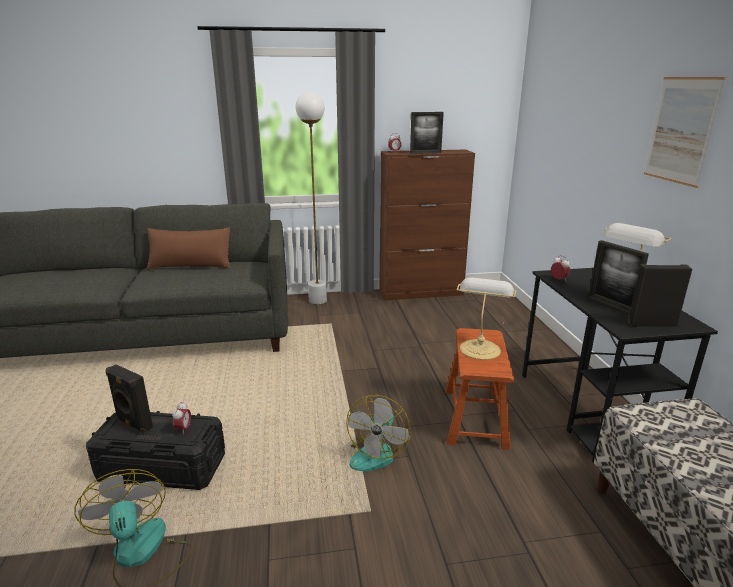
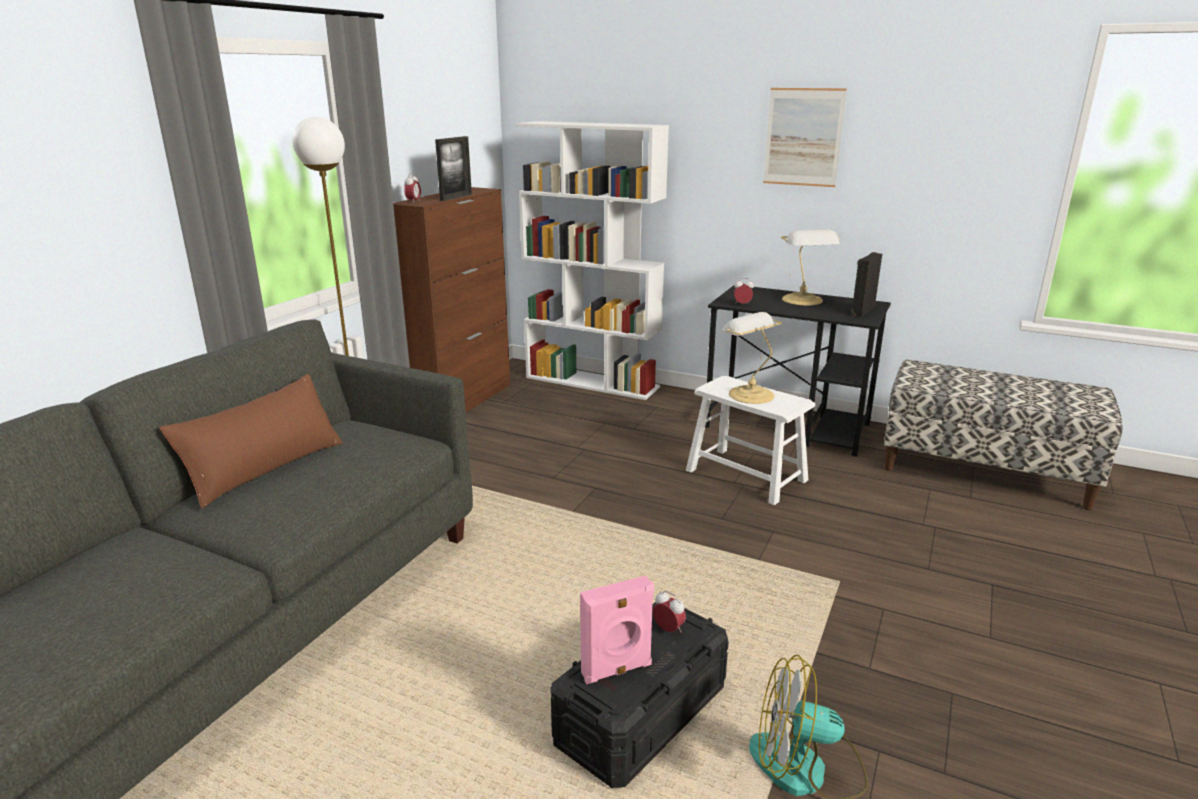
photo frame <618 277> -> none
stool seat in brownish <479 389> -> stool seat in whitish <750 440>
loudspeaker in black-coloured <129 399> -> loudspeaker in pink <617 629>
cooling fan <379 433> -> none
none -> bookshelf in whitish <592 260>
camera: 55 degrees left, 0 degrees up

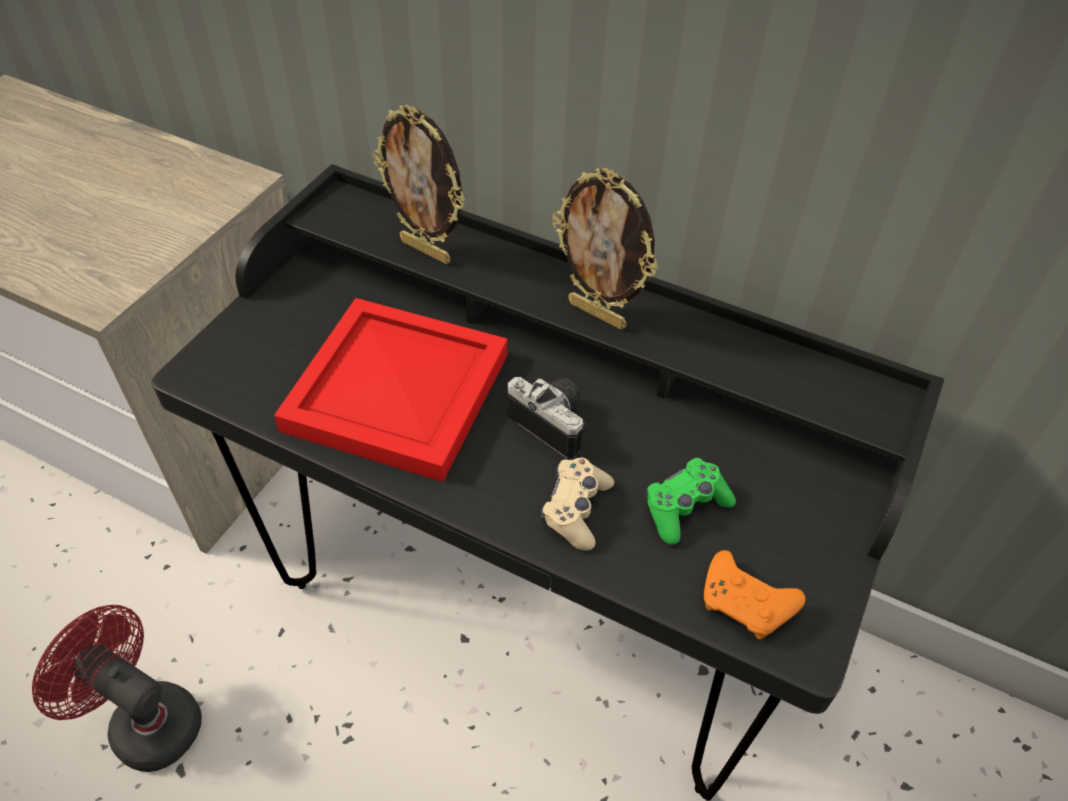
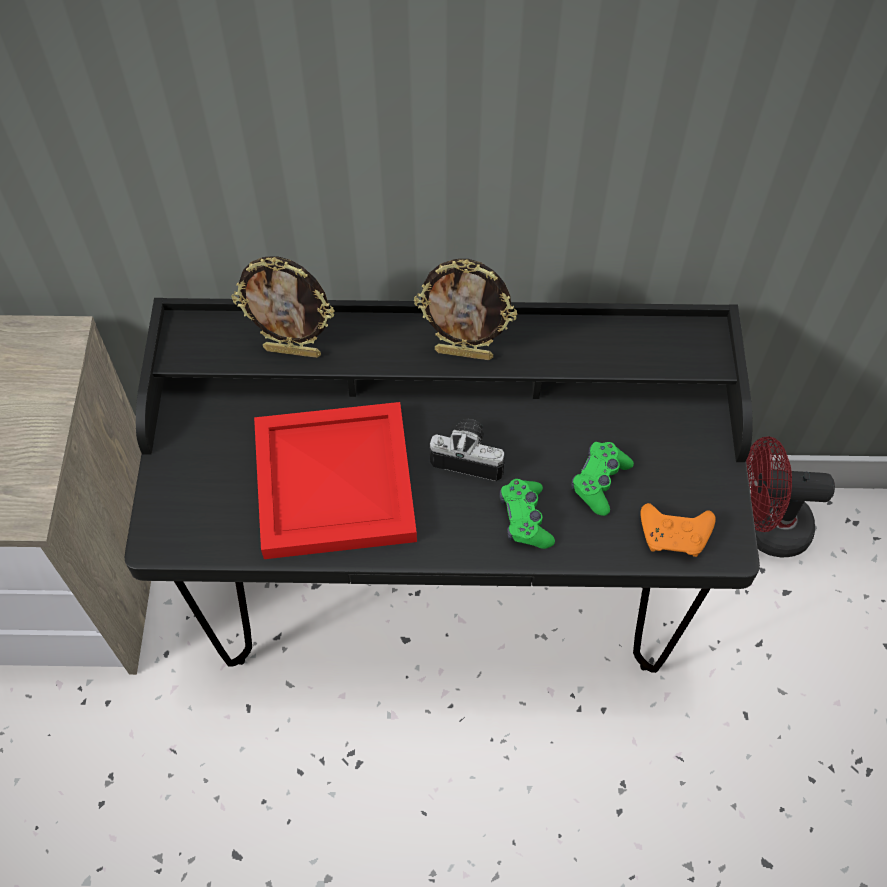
joypad in sand-coloured <577 504> -> joypad in greenish <527 514>
cooling fan in red <117 688> -> cooling fan in red <790 496>, relocated
camera: 25 degrees left, 10 degrees up

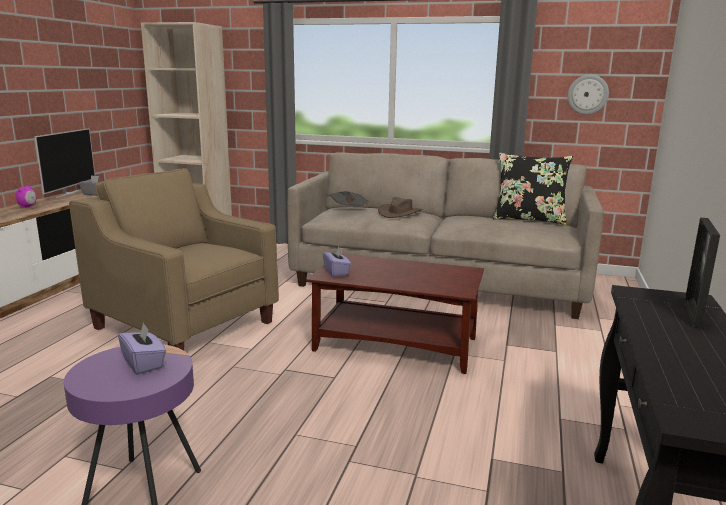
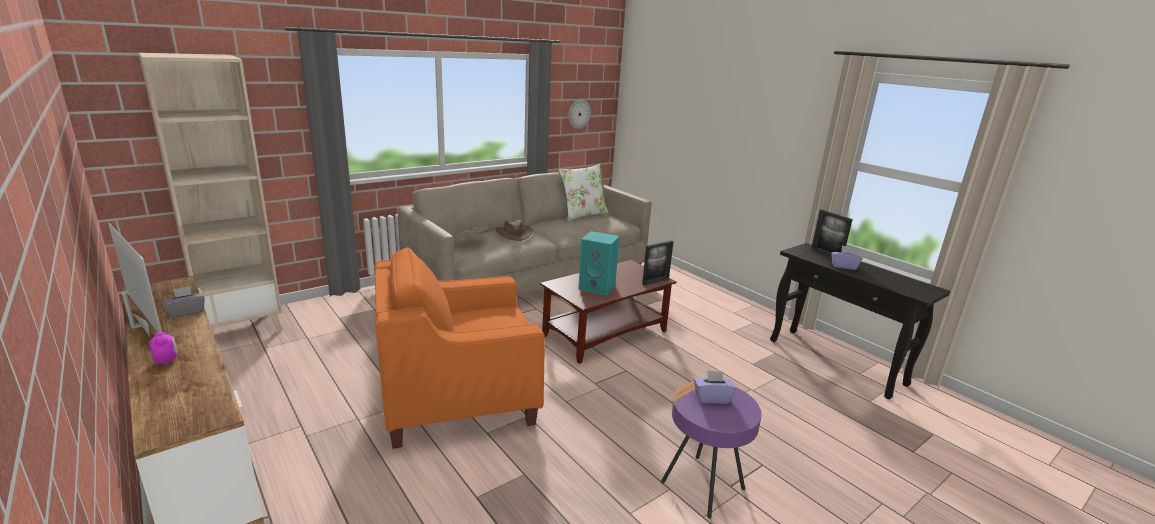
pillow in black-coloured <533 189> -> pillow in whitish <583 192>
easy chair in sand-coloured <174 259> -> easy chair in orange <459 348>
tissue box in purple <337 261> -> tissue box in purple <847 257>, relocated
none -> loudspeaker in turquoise <599 263>
none -> photo frame <657 263>
camera: 55 degrees left, 5 degrees up

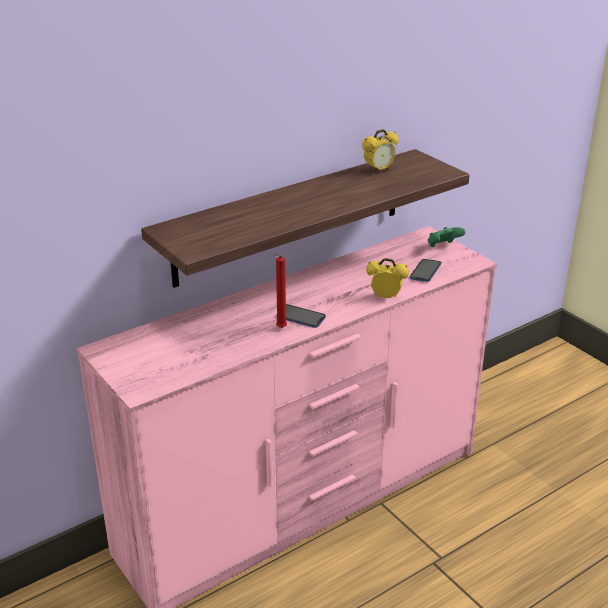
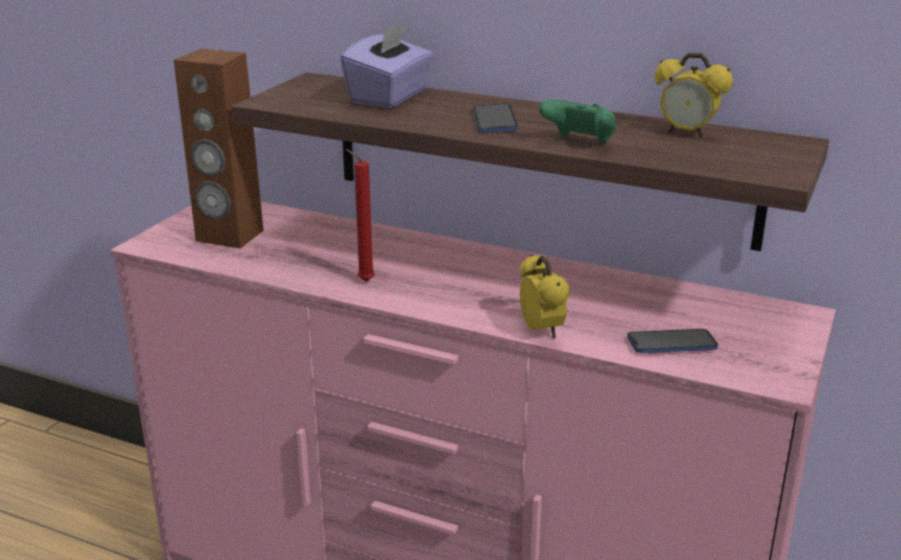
joypad in greenish <447 237> -> joypad in greenish <577 121>, relocated
phone <301 316> -> phone <495 118>, relocated
none -> tissue box in purple <387 64>
none -> loudspeaker in brownish <219 148>
camera: 60 degrees right, 5 degrees down

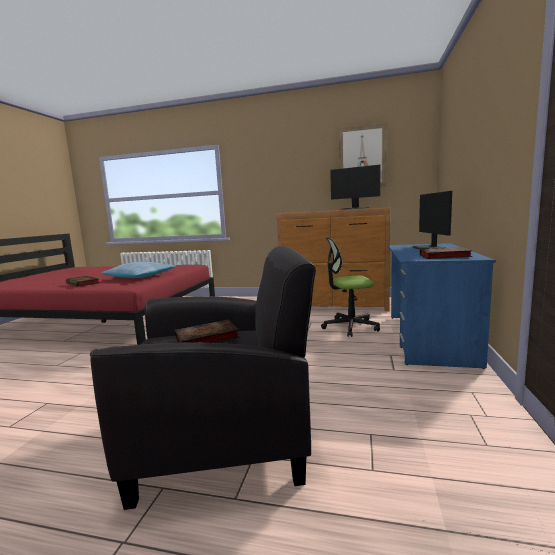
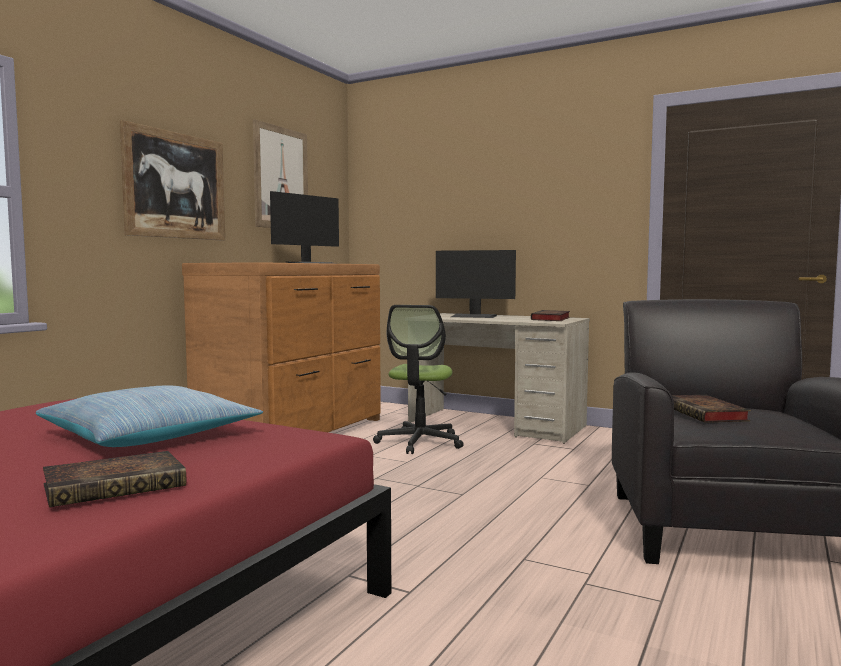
desk table in blue <442 306> -> desk table in sand-coloured <499 378>
none -> wall art <172 180>
camera: 75 degrees left, 5 degrees down

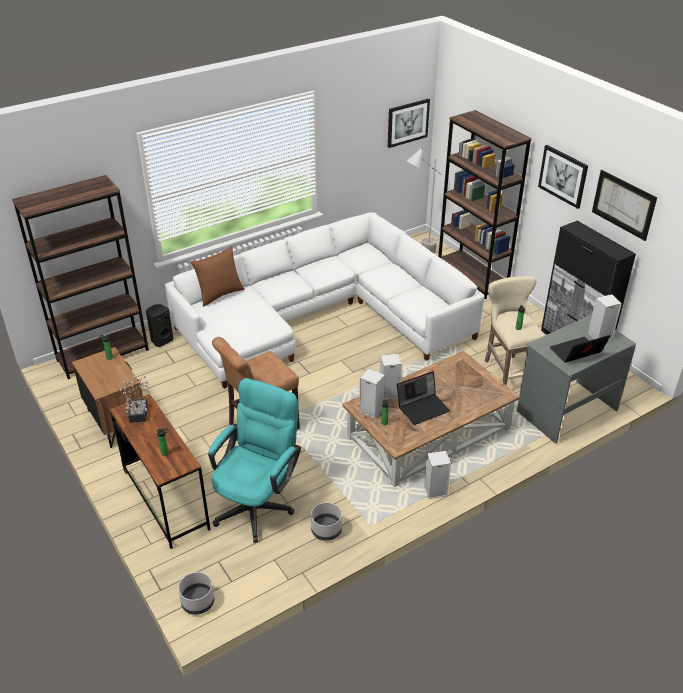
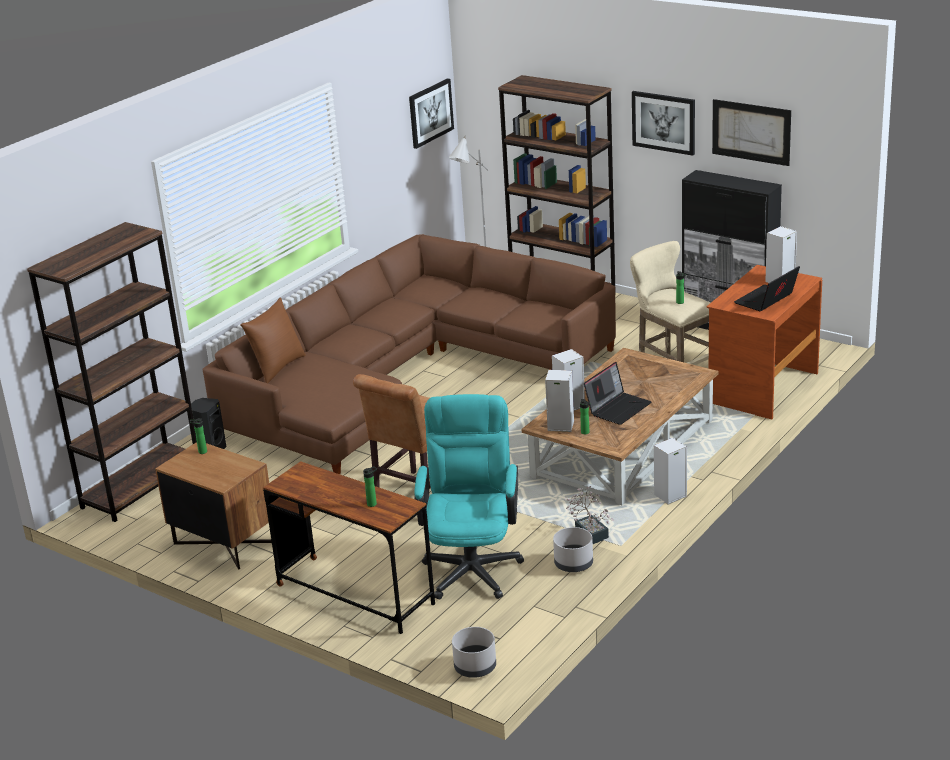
couch in whitish <325 300> -> couch in brownish <409 354>
desk table in grey <576 379> -> desk table in brownish <764 342>
houseplant <134 399> -> houseplant <589 515>, relocated
camera: 20 degrees left, 10 degrees down

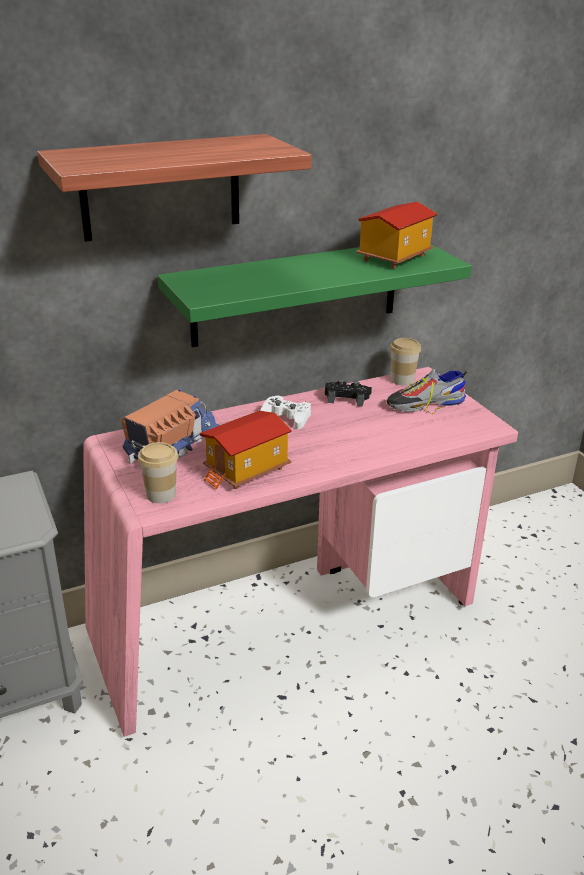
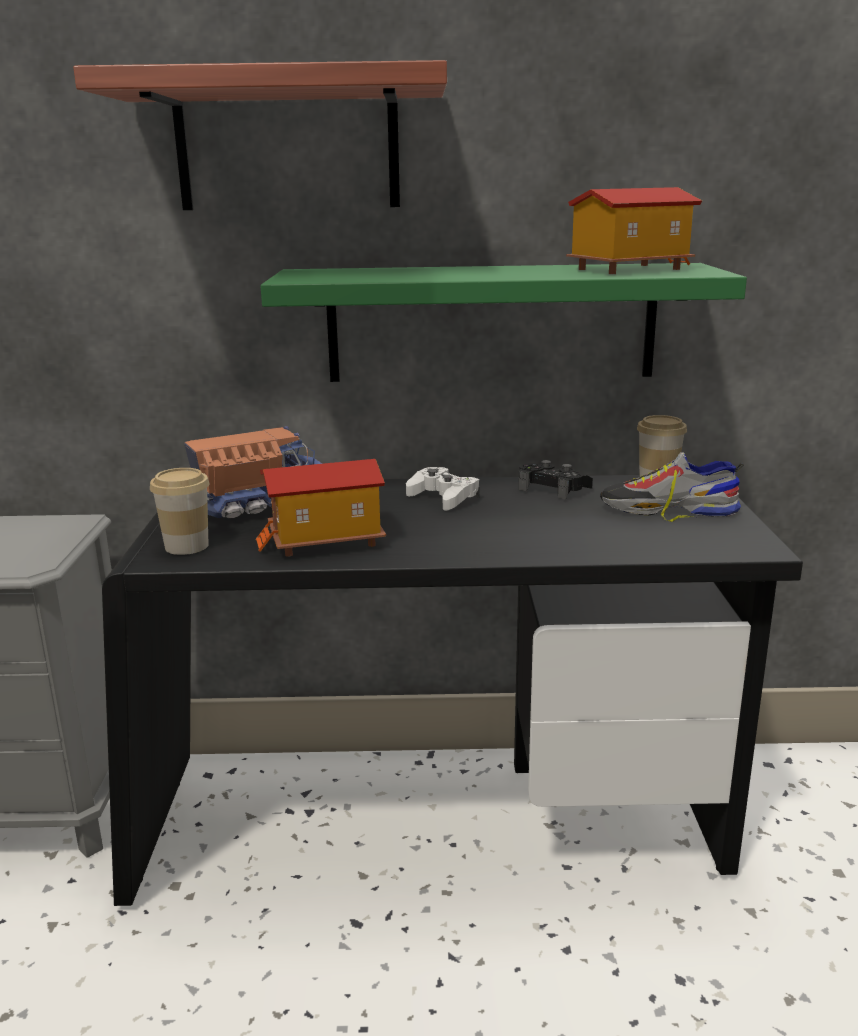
desk table in pink <300 552> -> desk table in black-coloured <452 690>
camera: 25 degrees right, 10 degrees down

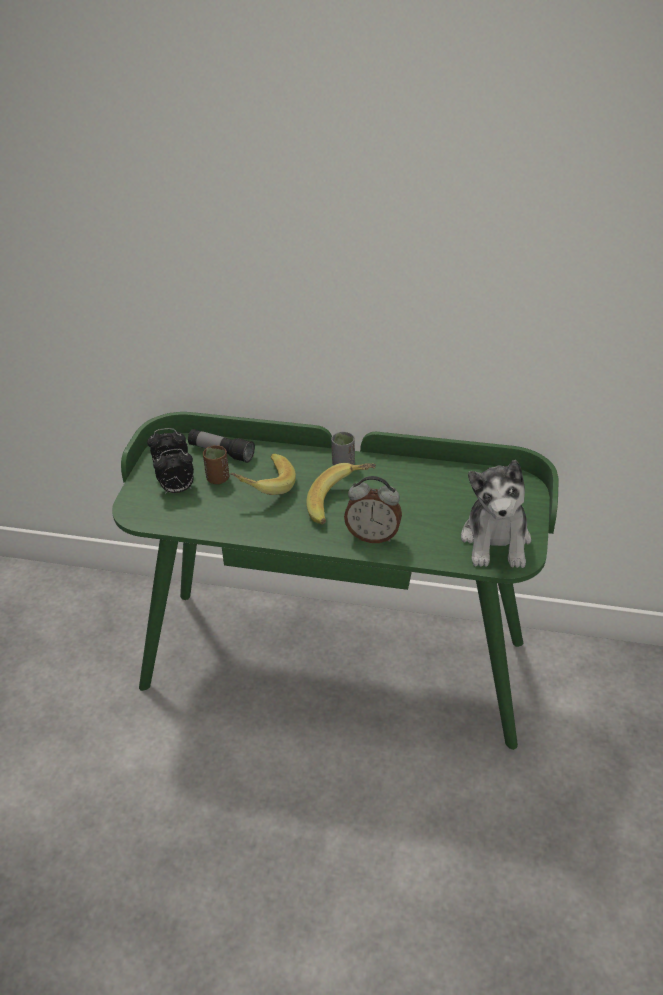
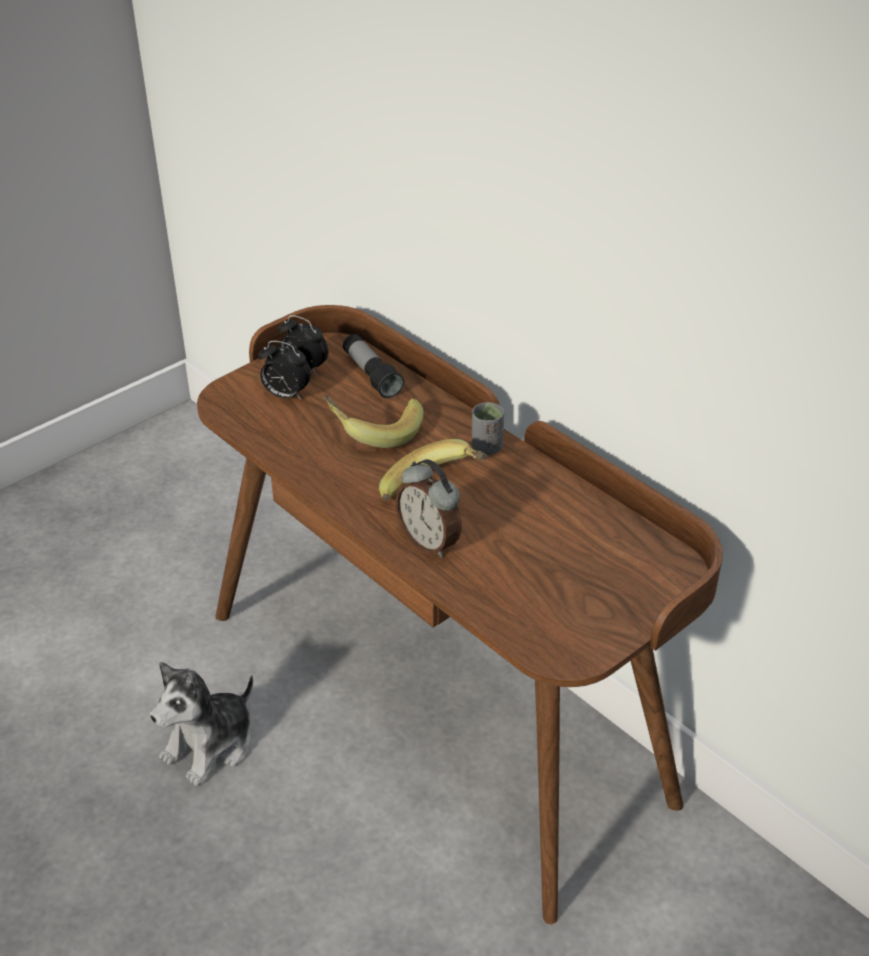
desk table in greenish <335 581> -> desk table in brownish <460 615>
cup in brownish <216 464> -> none
soft toy <496 514> -> soft toy <201 724>, relocated
camera: 35 degrees right, 0 degrees up

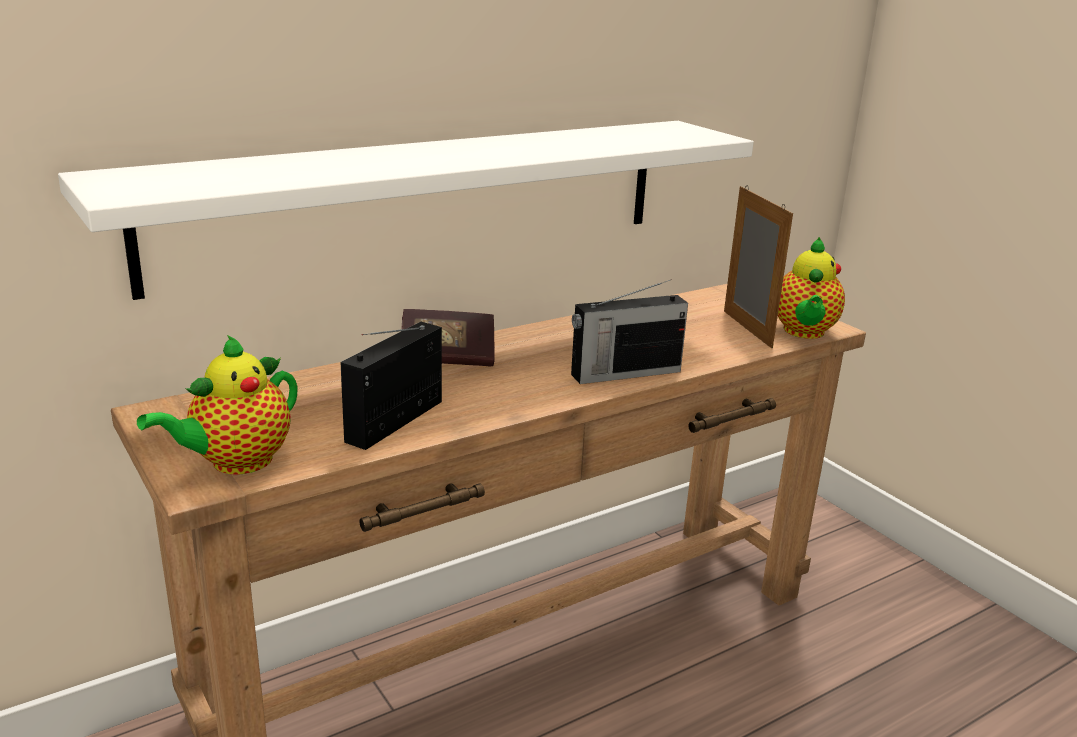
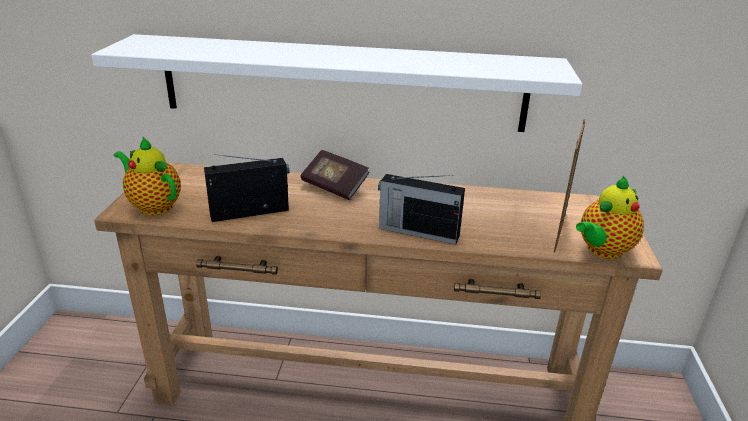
pot for tea <217 404> -> pot for tea <147 176>, 45 degrees clockwise
camera: 40 degrees right, 5 degrees up

